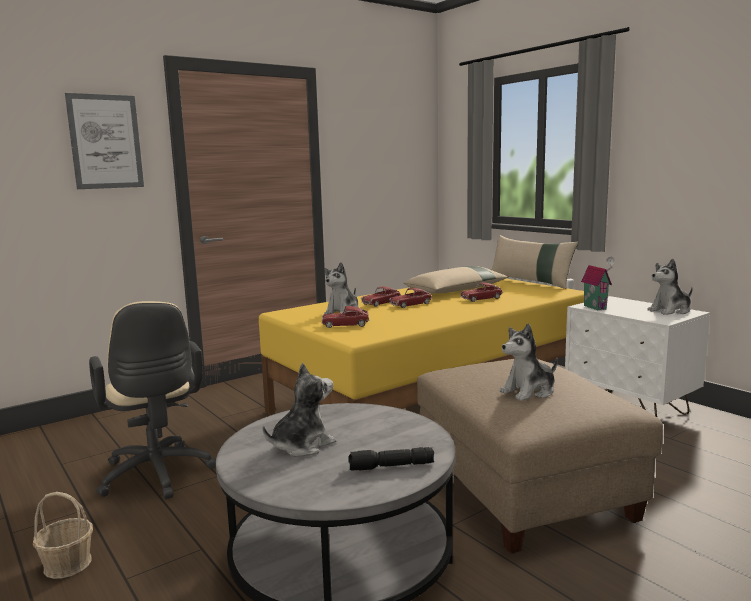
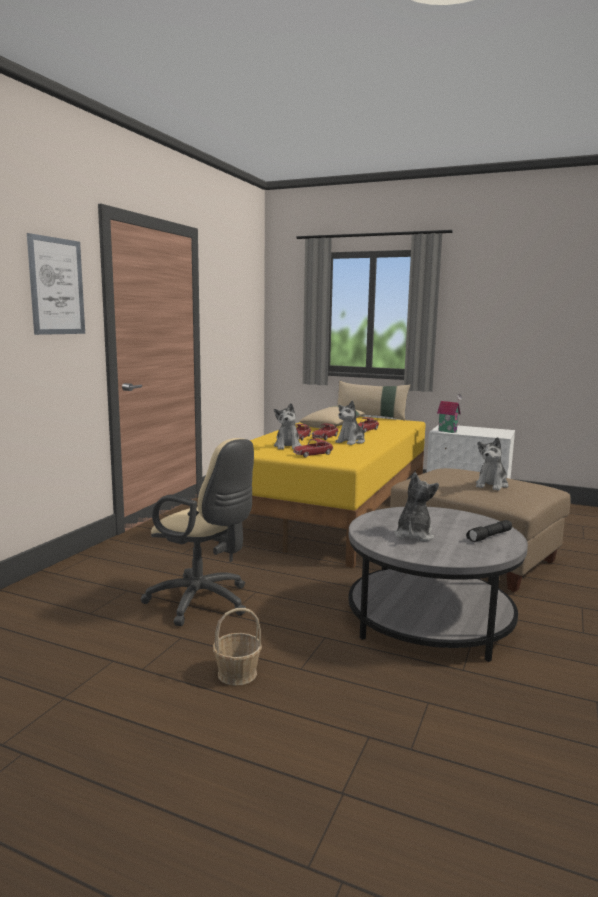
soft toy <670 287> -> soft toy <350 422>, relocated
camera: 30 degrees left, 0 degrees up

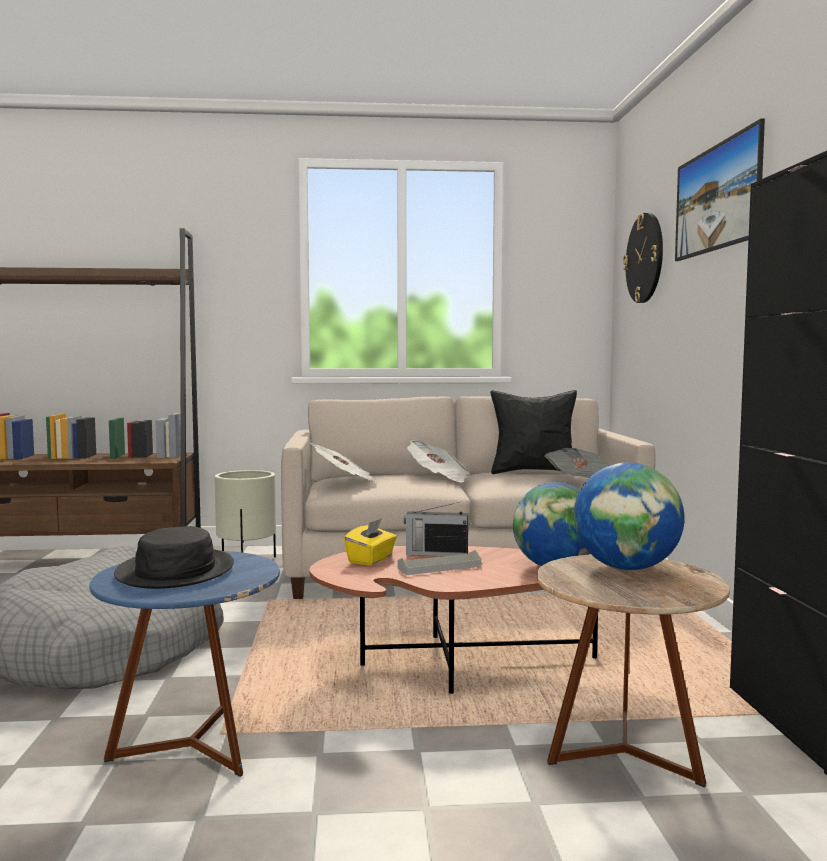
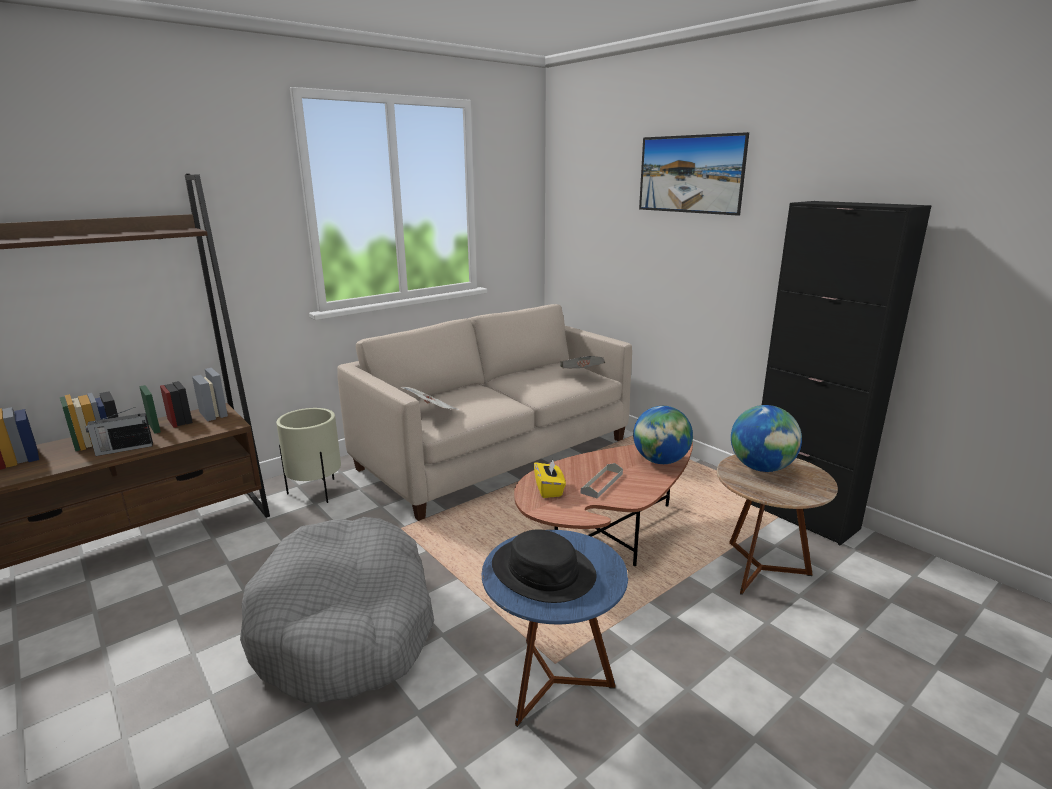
clock on the wall <643 258> -> none
pillow in black-coloured <534 432> -> none
newspaper <438 461> -> none
radio set <436 529> -> radio set <119 431>, relocated
camera: 35 degrees left, 15 degrees up

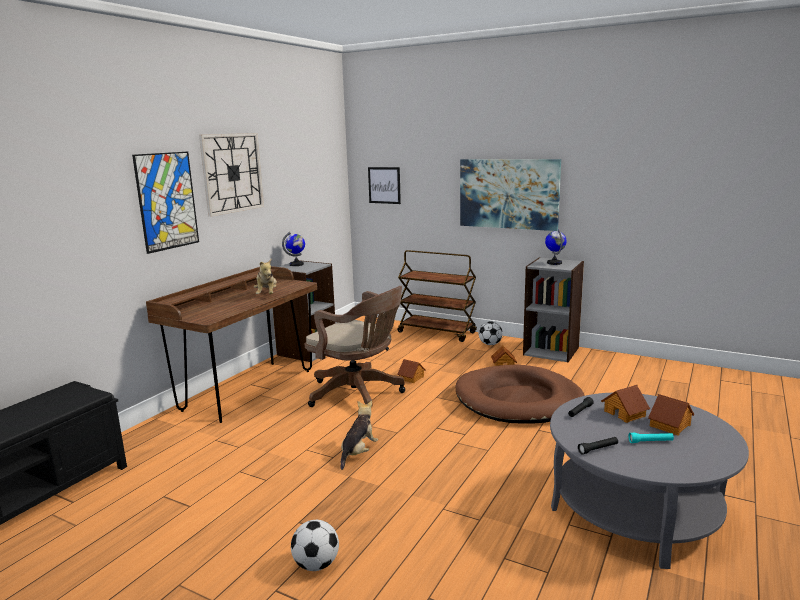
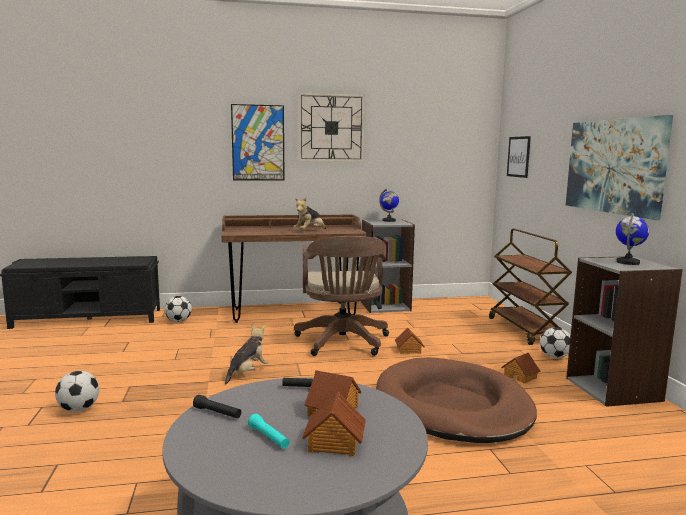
soft toy <359 435> -> soft toy <247 354>, 45 degrees counterclockwise
none -> ball for football <178 309>
camera: 50 degrees right, 5 degrees down

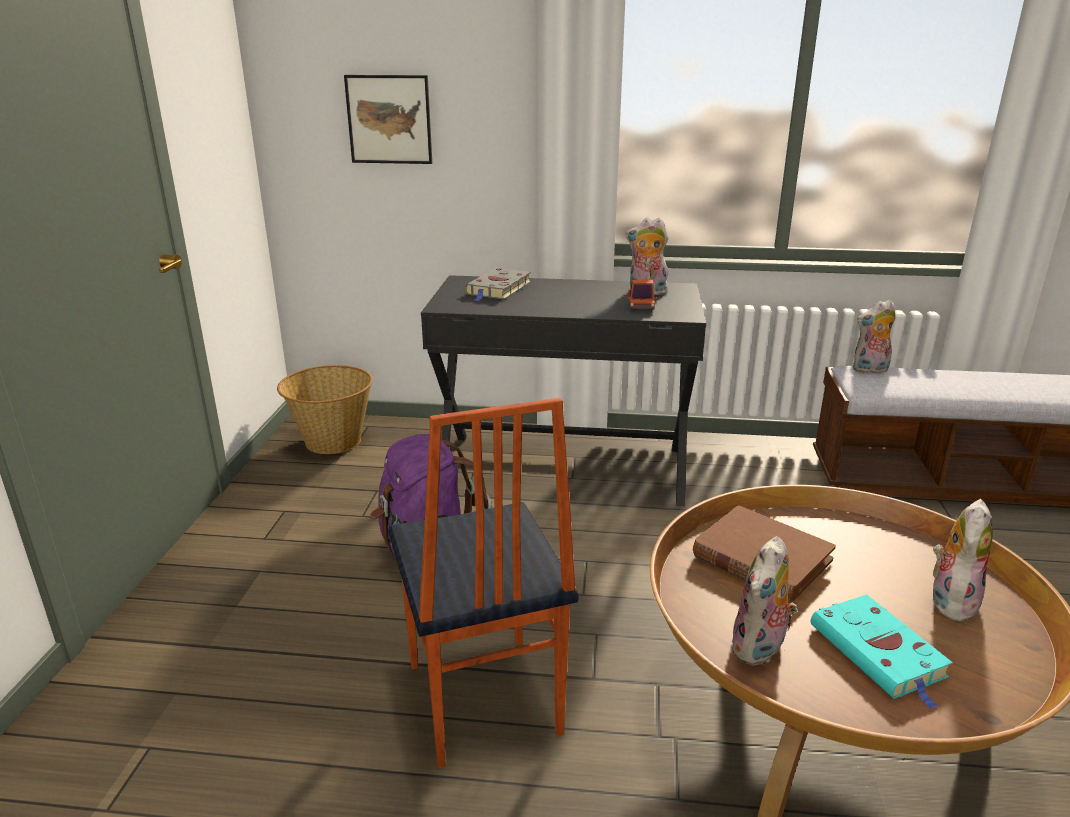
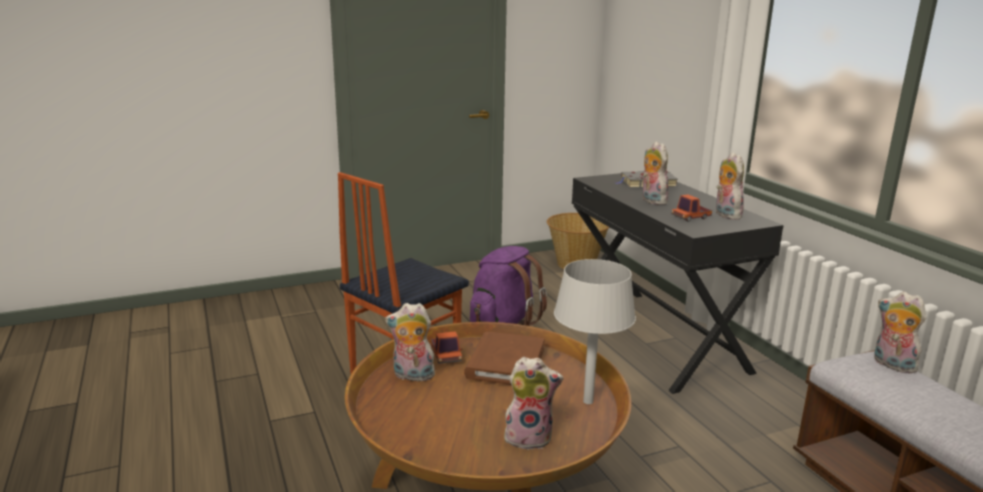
wall art <388 119> -> none
bound book in turquoise <882 652> -> none
none -> soft toy <655 173>
none -> table lamp in grey <595 331>
none -> toy truck <446 347>
camera: 60 degrees right, 5 degrees down

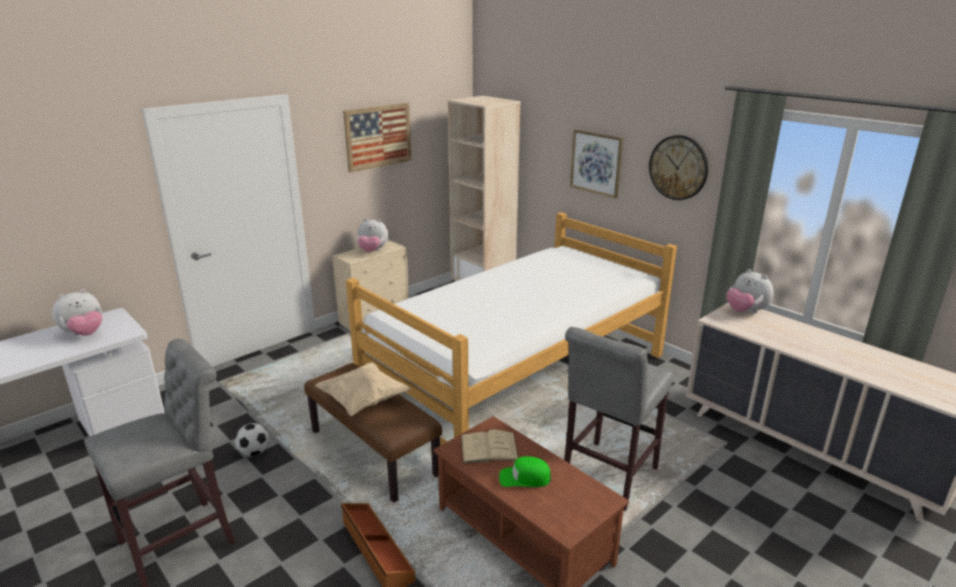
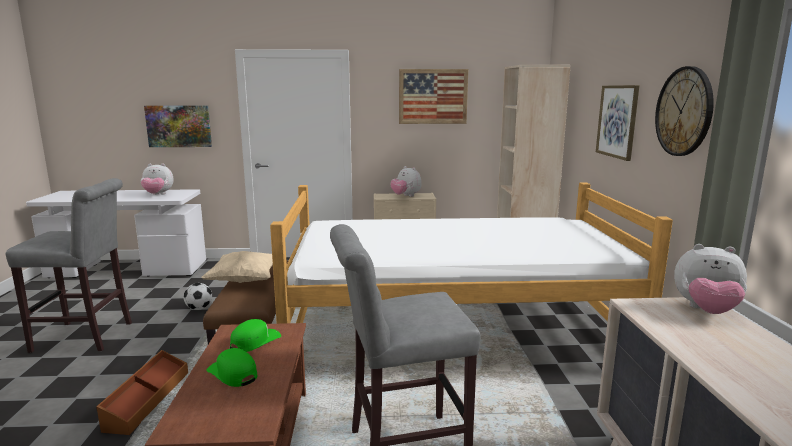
soft toy <750 291> -> soft toy <710 279>, 75 degrees counterclockwise
bound book in sand-coloured <490 446> -> cap in greenish <255 335>
none -> wall art <178 126>
camera: 40 degrees right, 10 degrees down

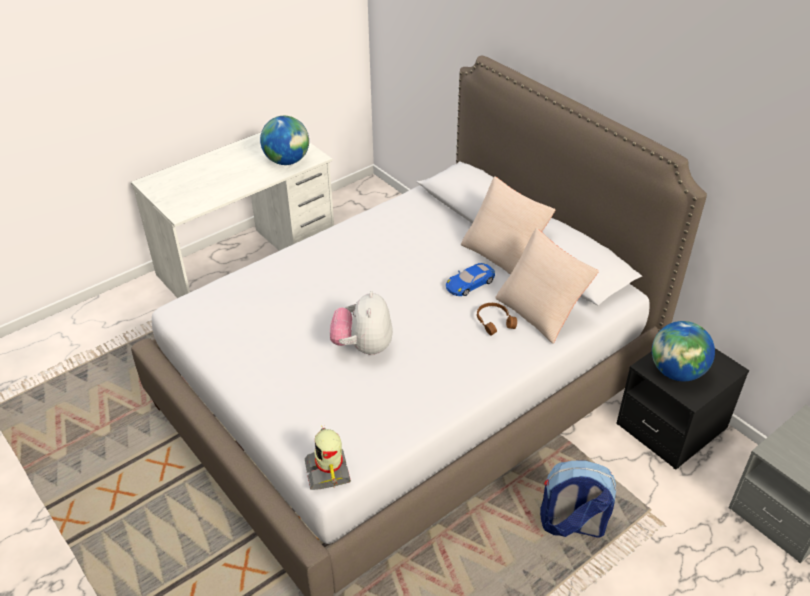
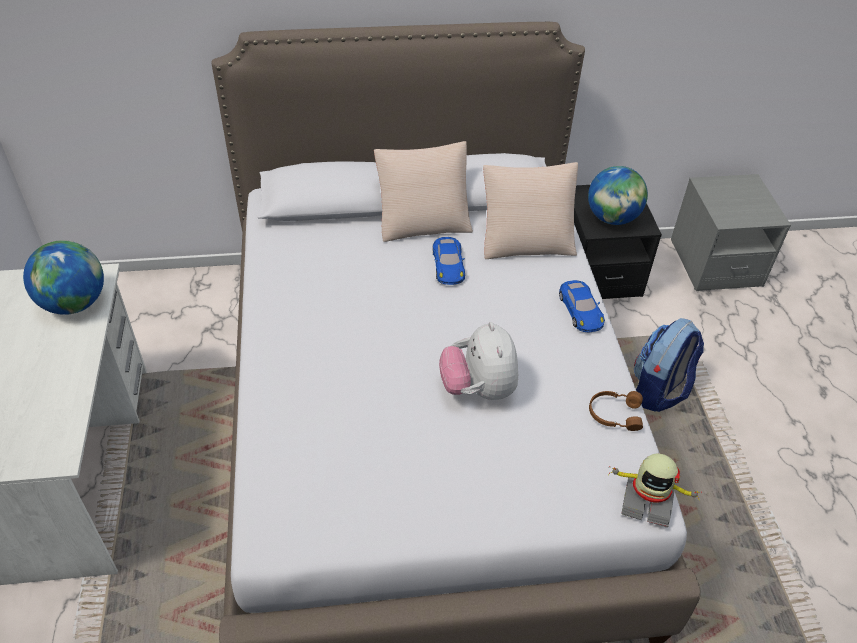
soft toy <361 323> -> soft toy <478 361>, 45 degrees clockwise
headphones in brownish <497 319> -> headphones in brownish <616 411>, relocated
none -> model car in blue <582 306>
camera: 60 degrees left, 5 degrees up

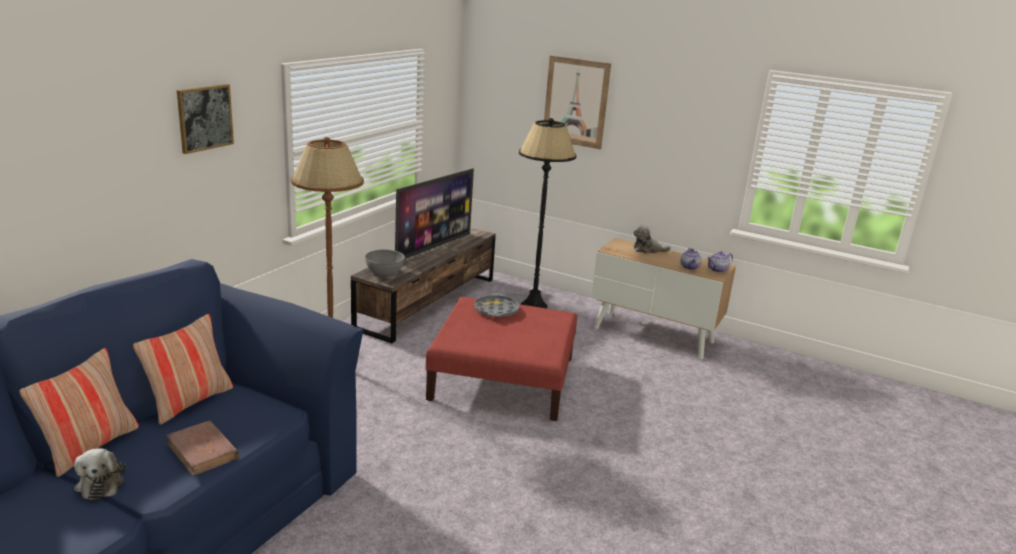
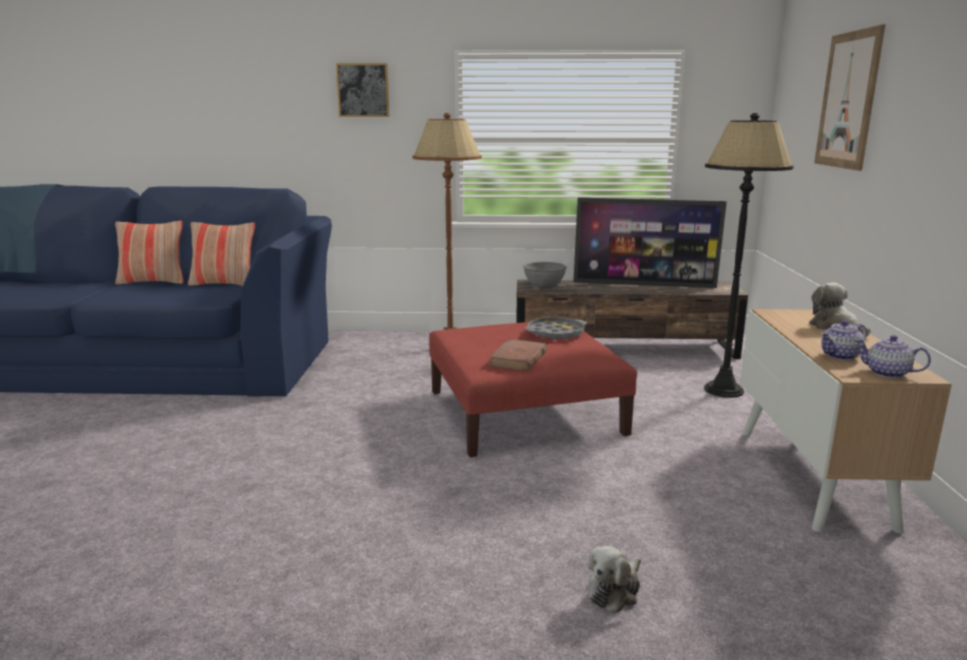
bound book in brownish <202 448> -> bound book in brownish <517 355>, relocated
soft toy <99 474> -> soft toy <614 579>, relocated
camera: 65 degrees right, 5 degrees down

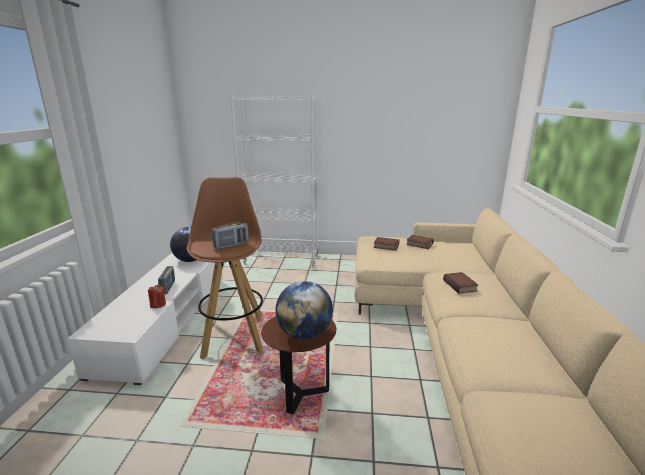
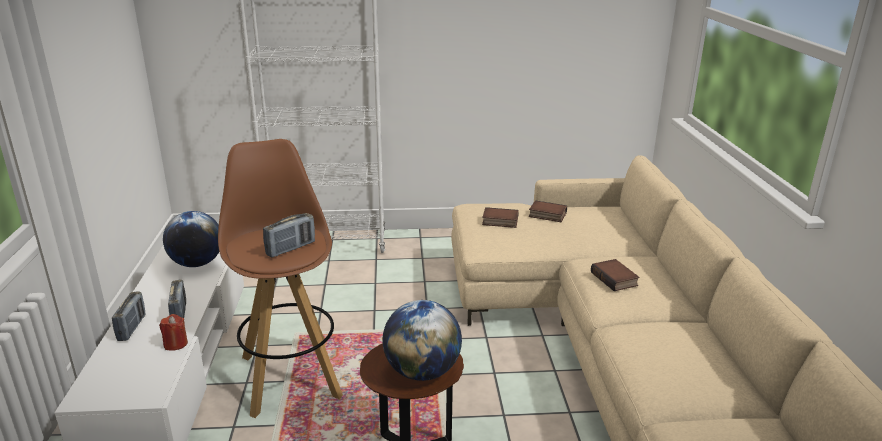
none -> radio set <129 316>
camera: 10 degrees left, 5 degrees up

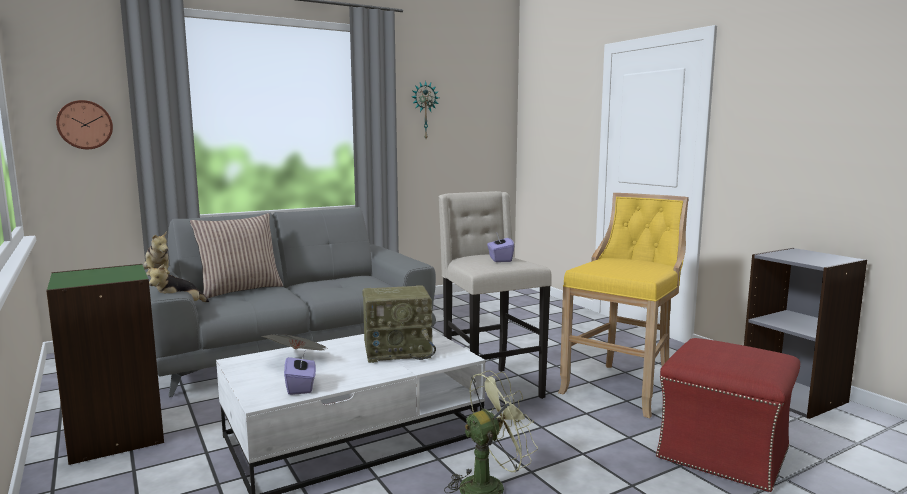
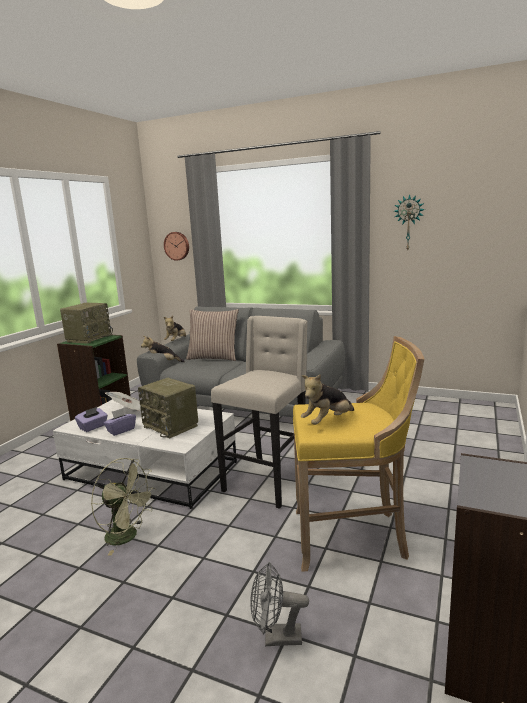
tissue box in purple <500 248> -> tissue box in purple <120 422>, relocated
ottoman in red <728 415> -> cooling fan in grey <279 604>
none -> radio set <86 323>
none -> soft toy <327 399>
camera: 55 degrees right, 5 degrees up

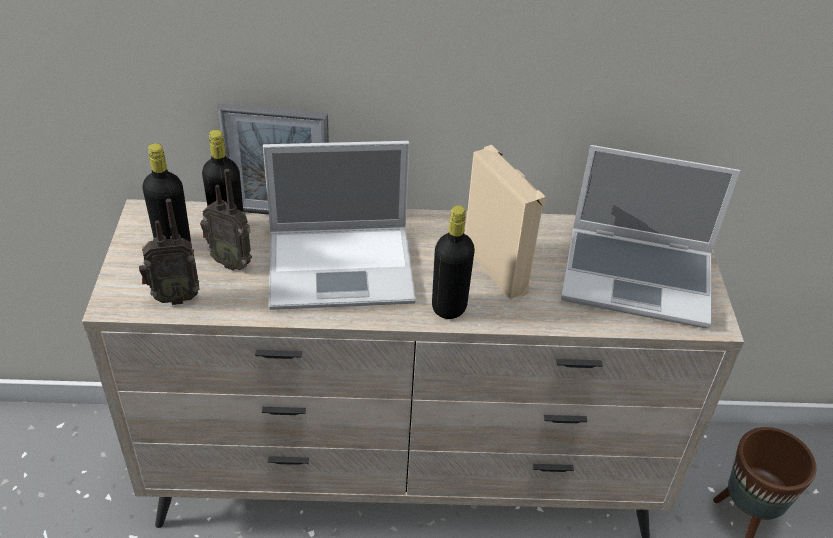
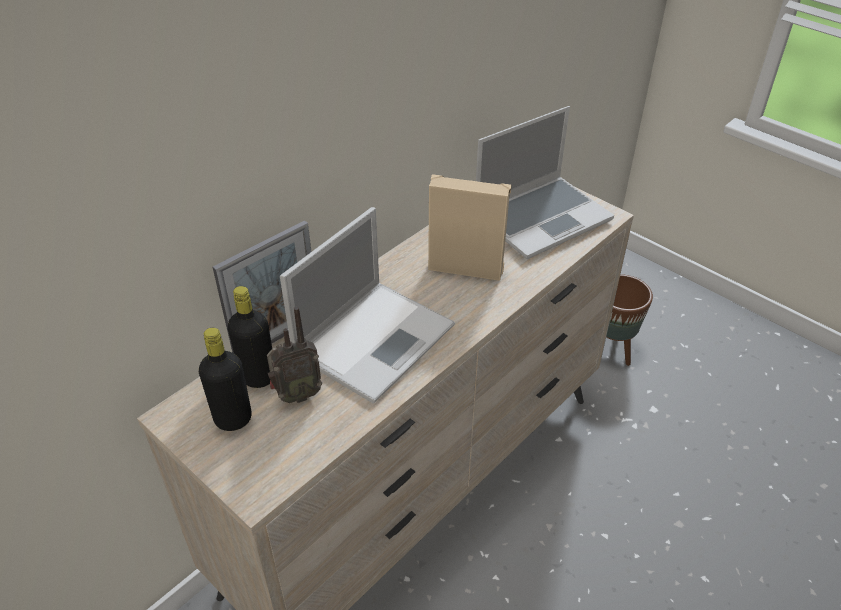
radio set <169 252> -> none
bottle in black-coloured <453 262> -> none
camera: 45 degrees left, 0 degrees up

